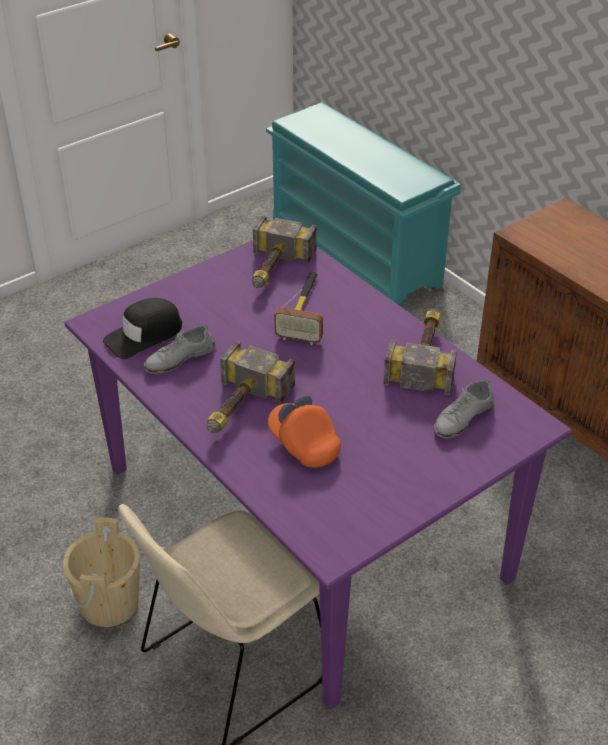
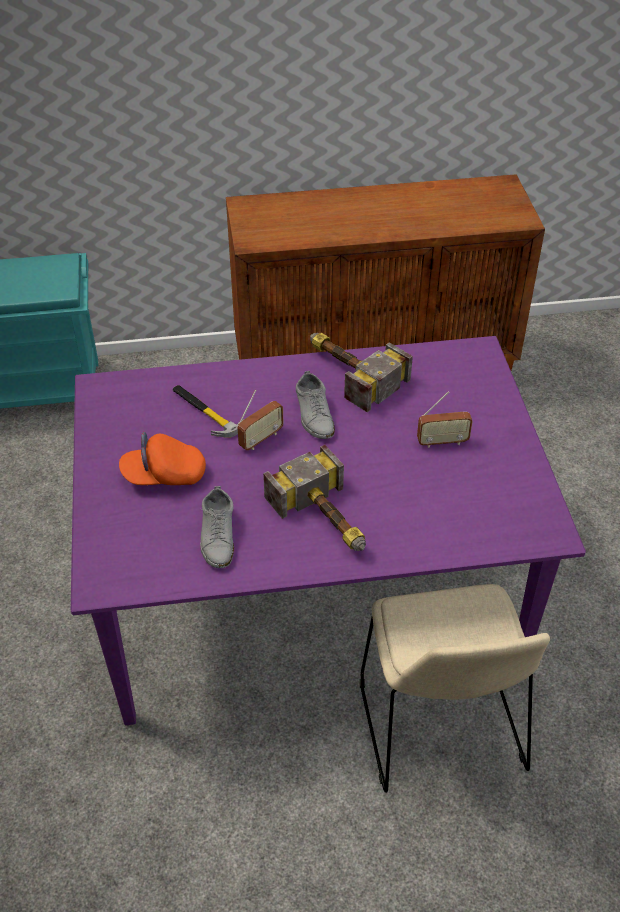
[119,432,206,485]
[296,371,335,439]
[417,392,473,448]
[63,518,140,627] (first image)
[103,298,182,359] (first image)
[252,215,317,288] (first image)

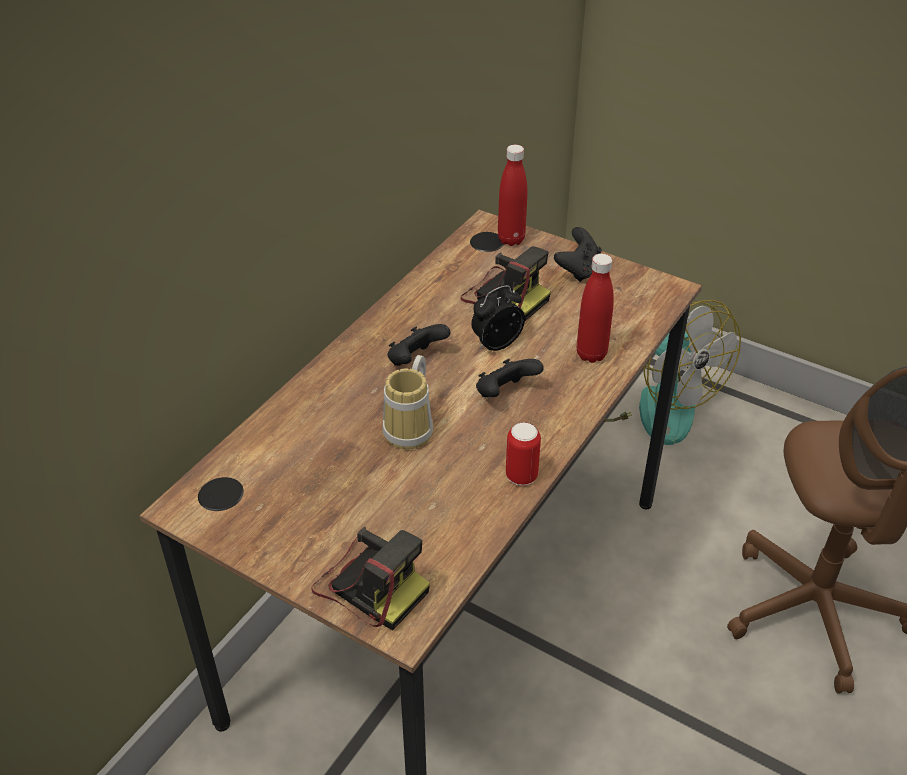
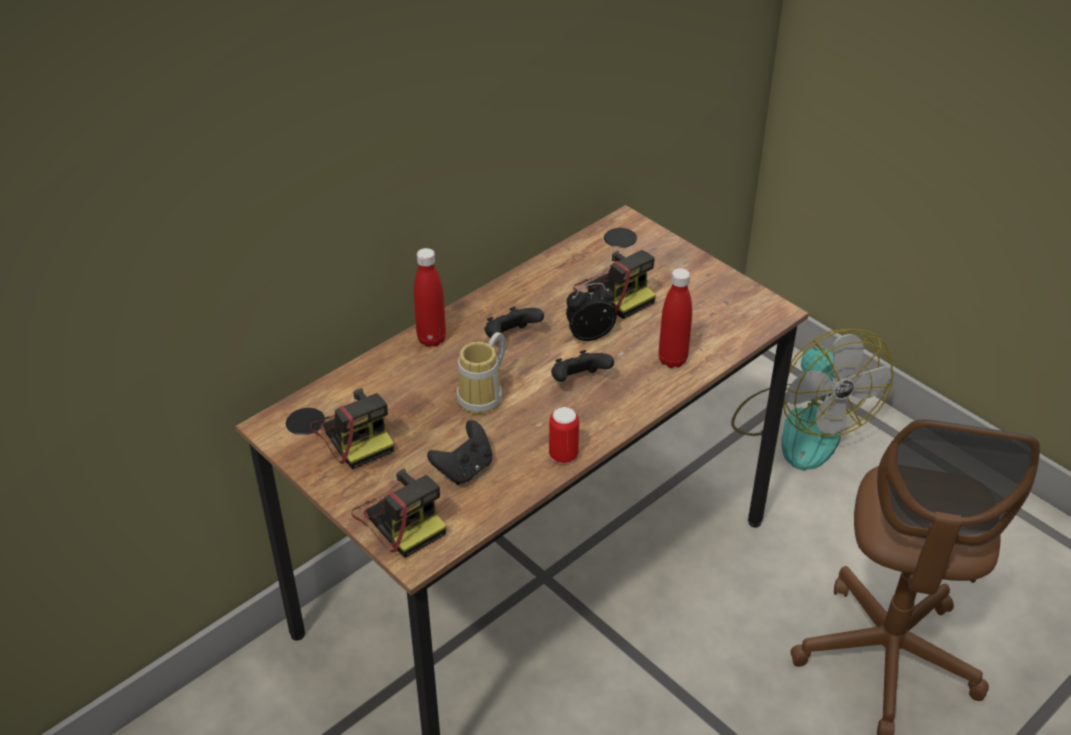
[310,388,394,470]
[414,248,446,347]
[427,420,493,485]

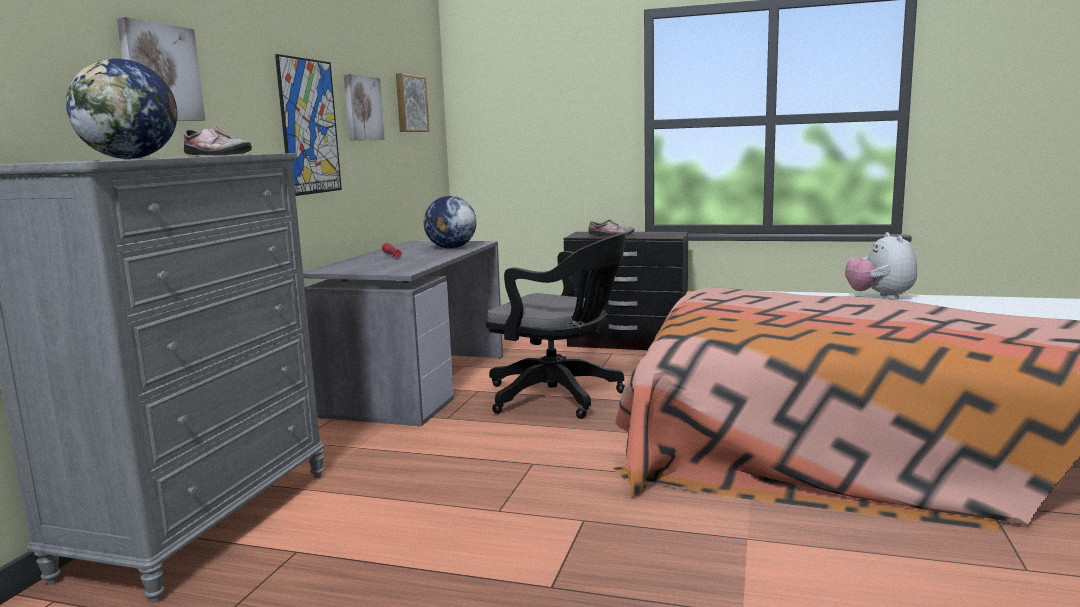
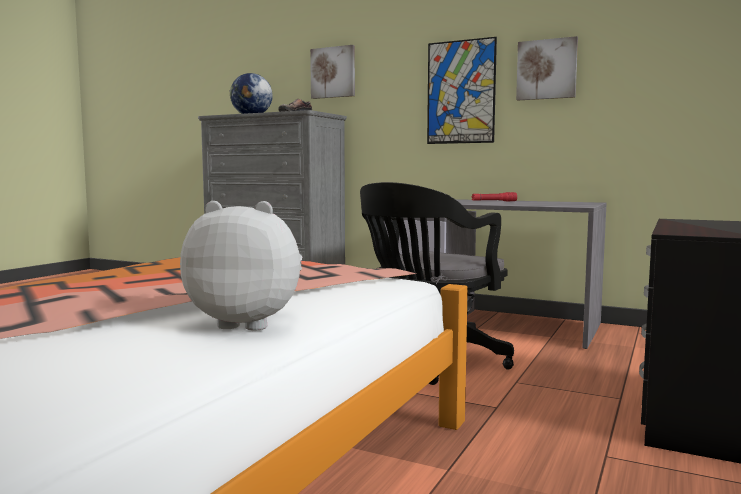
[396,73,430,132] (first image)
[423,196,476,249] (first image)
[588,220,634,236] (first image)

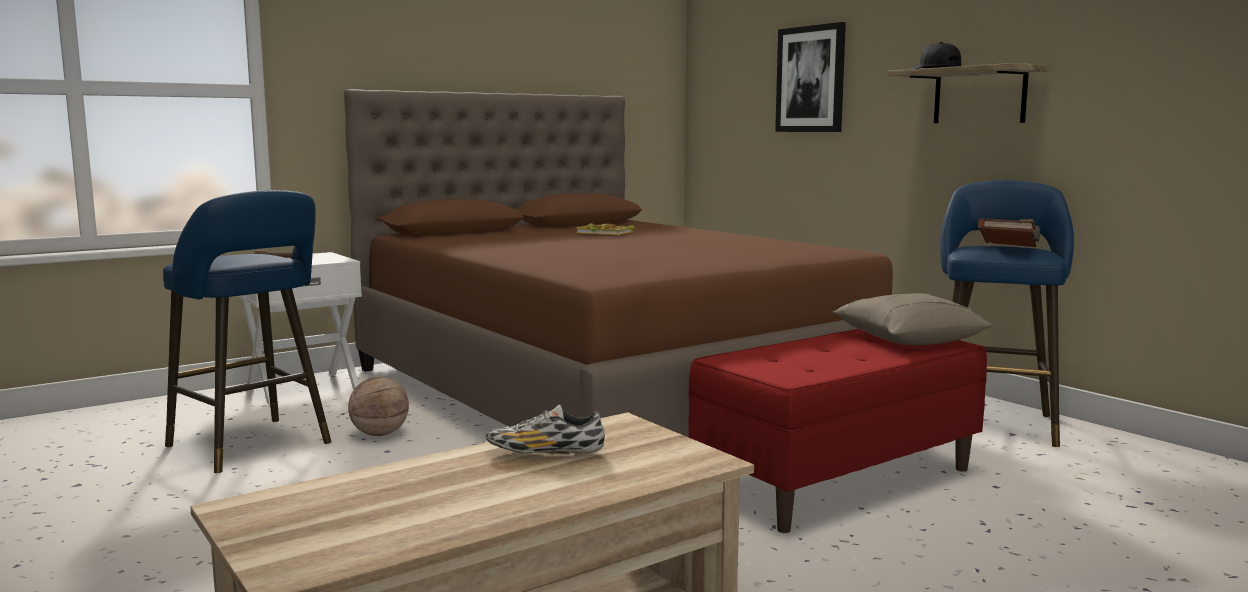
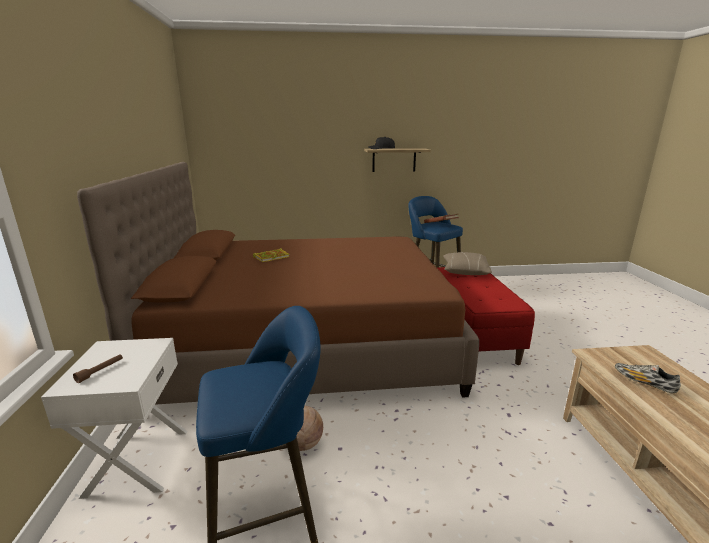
[615,363,681,393]
[775,22,846,132] (first image)

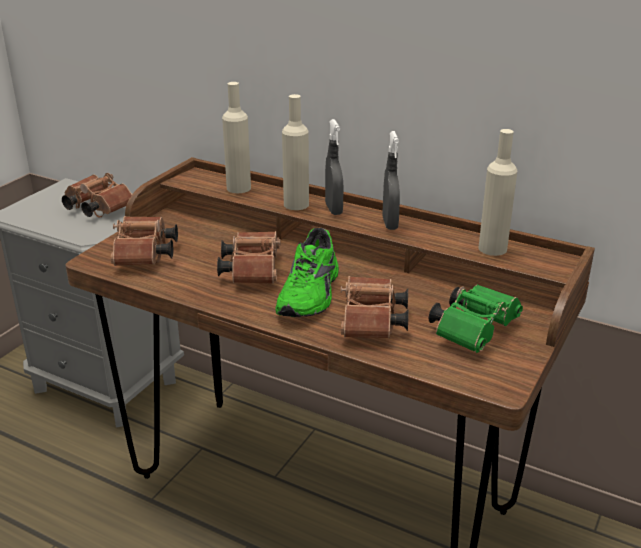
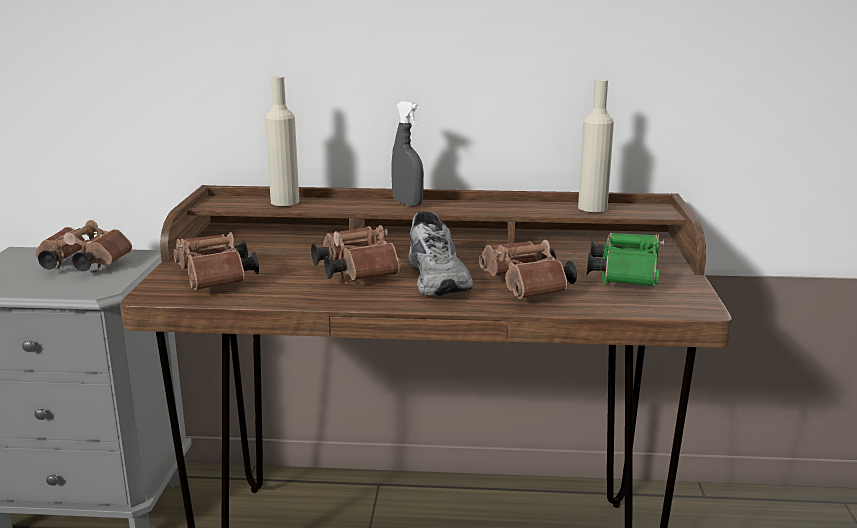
[409,212,473,296]
[282,94,309,210] (first image)
[382,131,400,230] (first image)

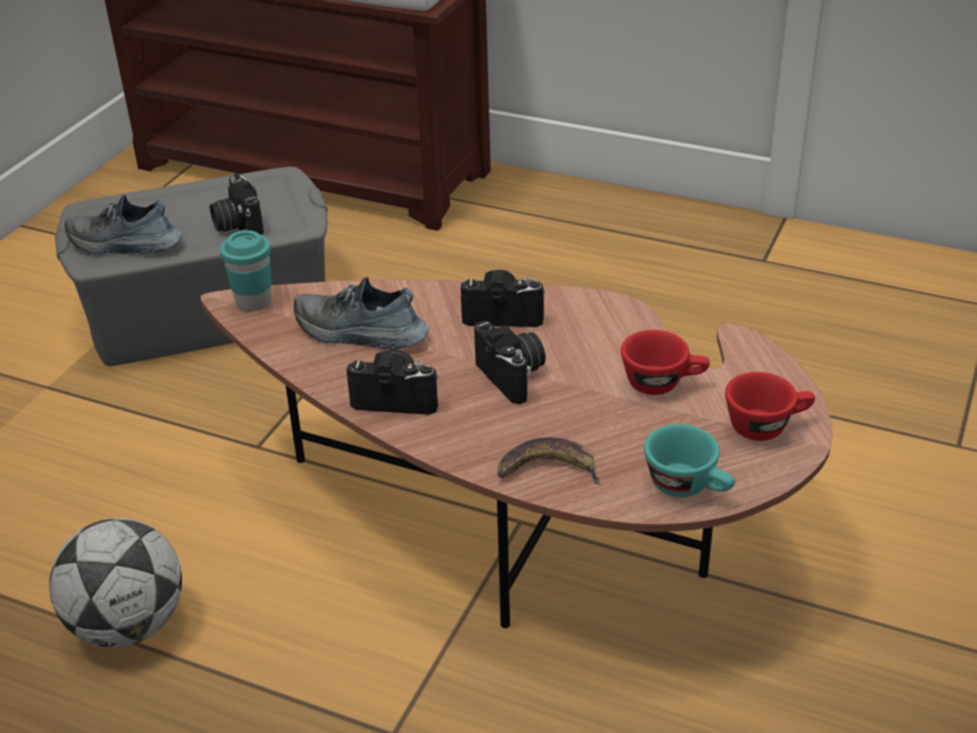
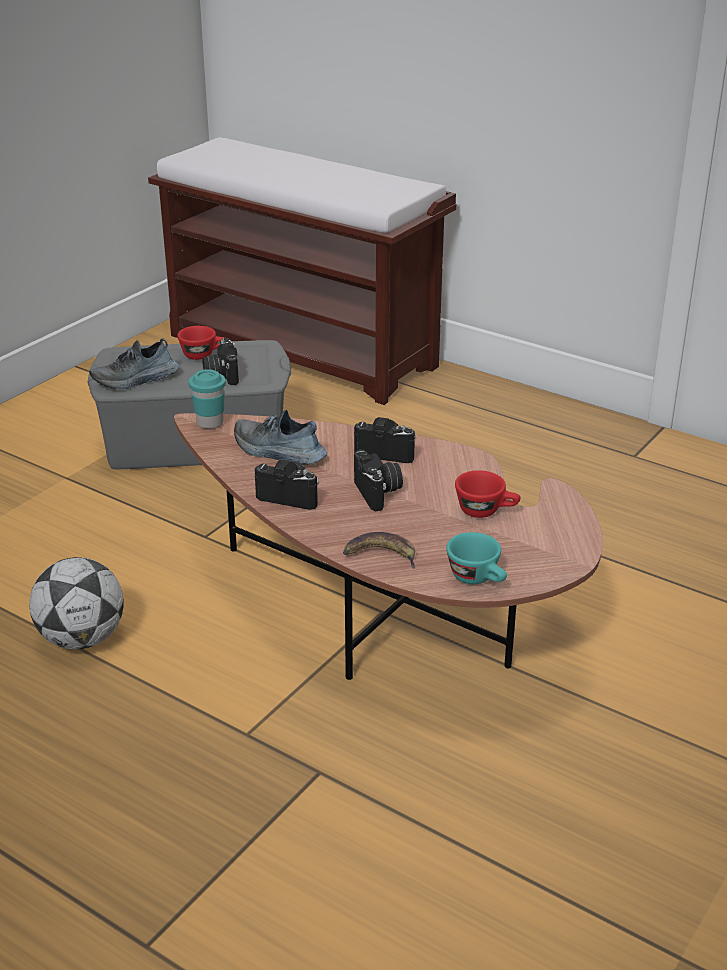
[90,338,179,389]
[177,326,225,360]

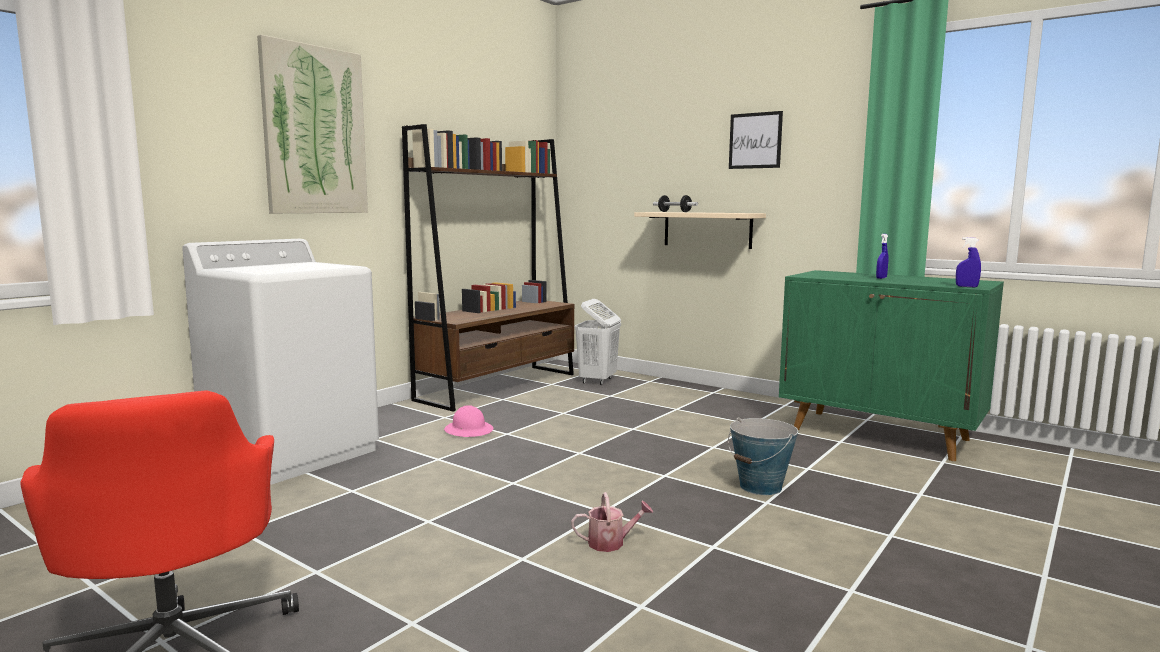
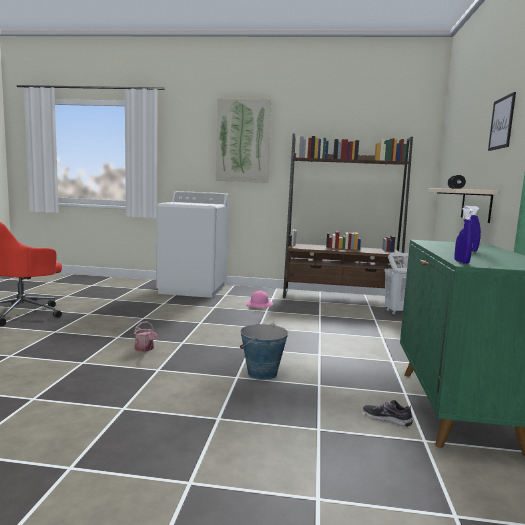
[363,400,413,427]

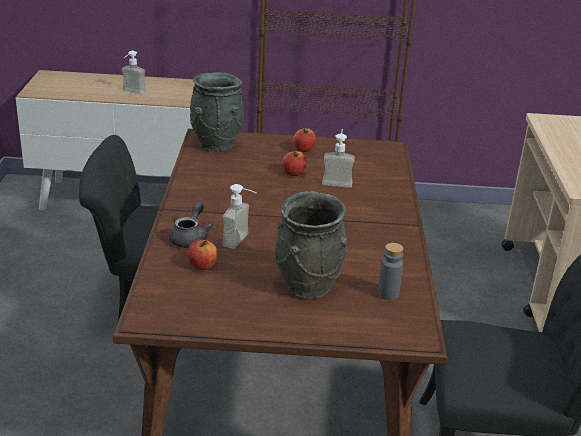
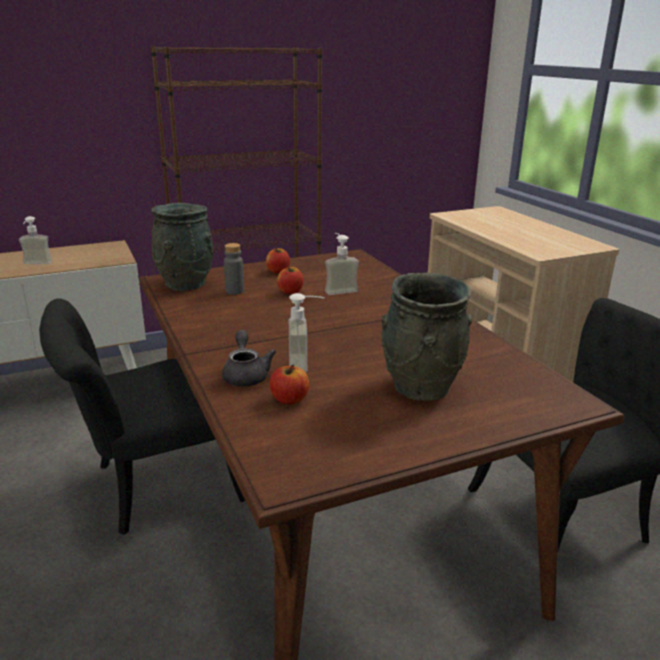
[224,243,244,295]

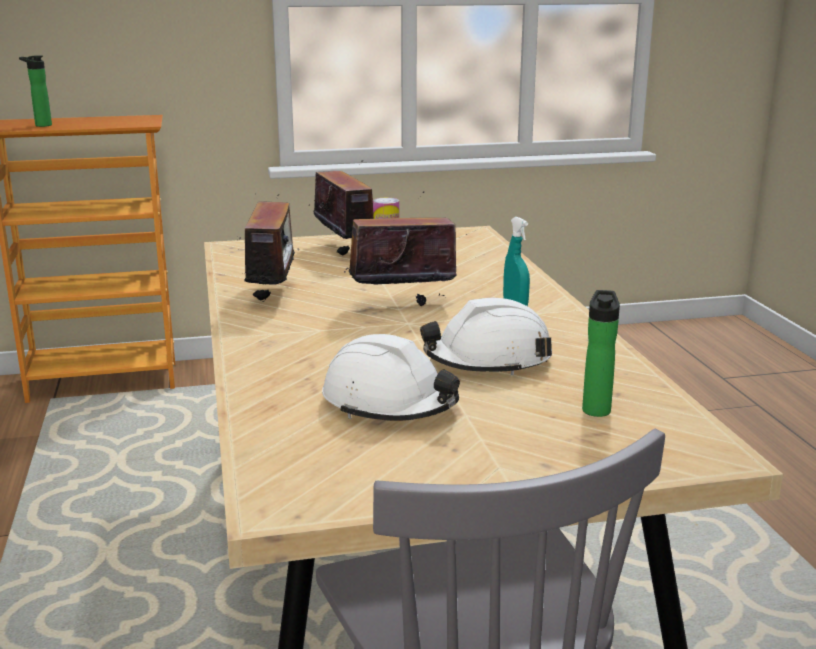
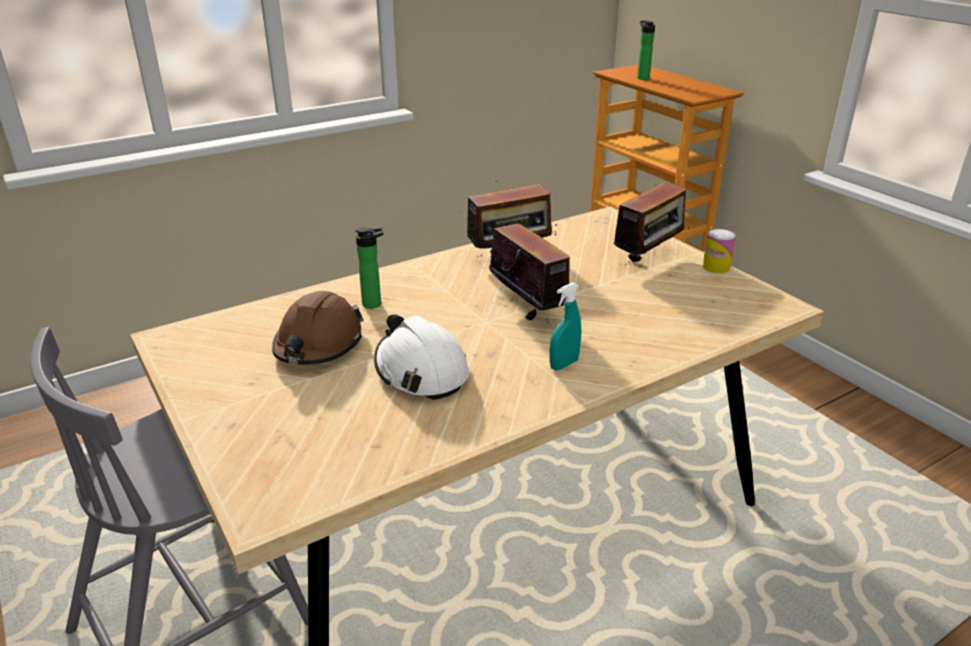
[272,291,364,365]
[355,228,384,309]

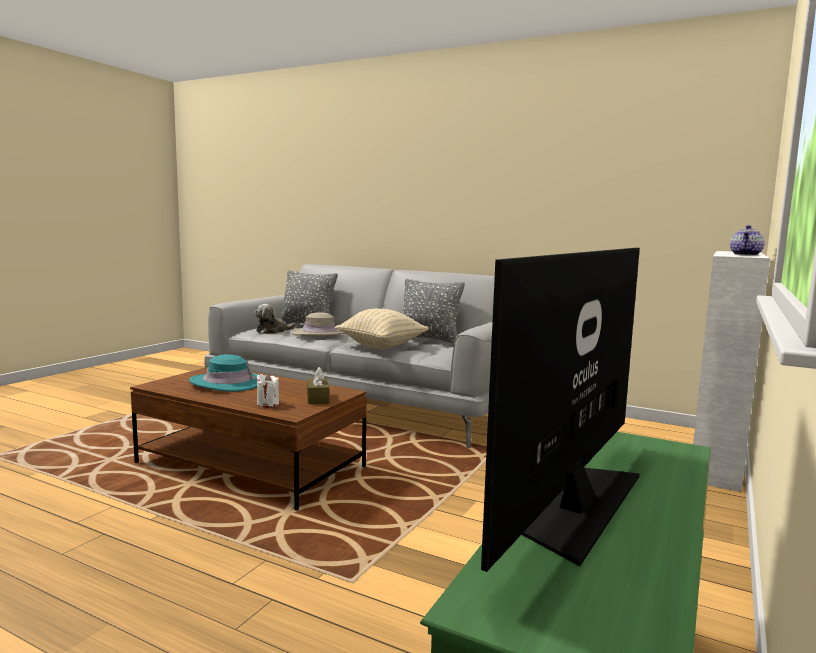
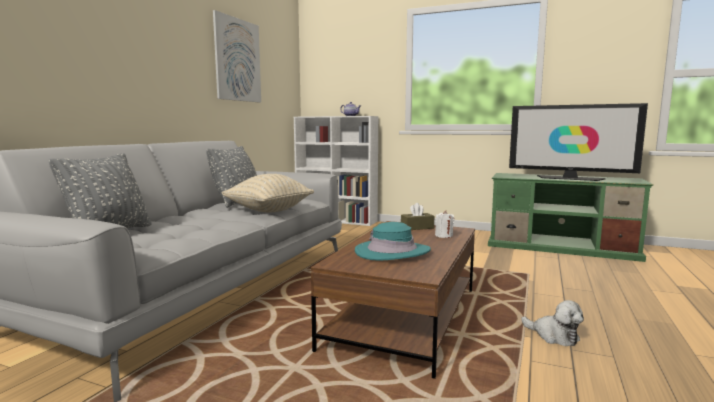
[213,10,261,103]
[521,300,584,346]
[292,312,345,335] (first image)

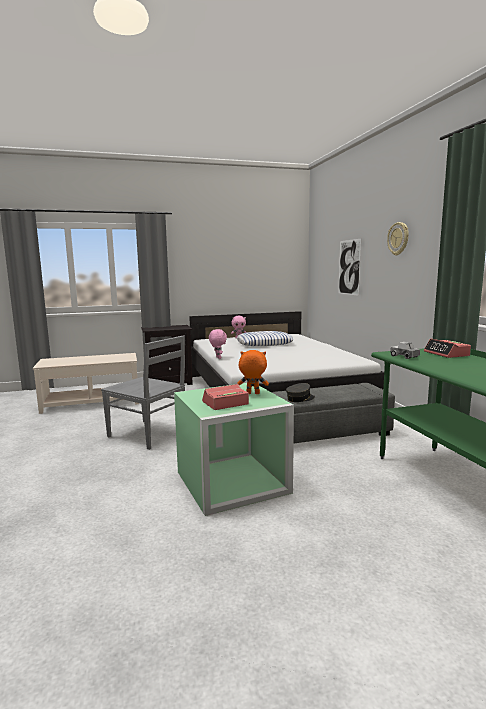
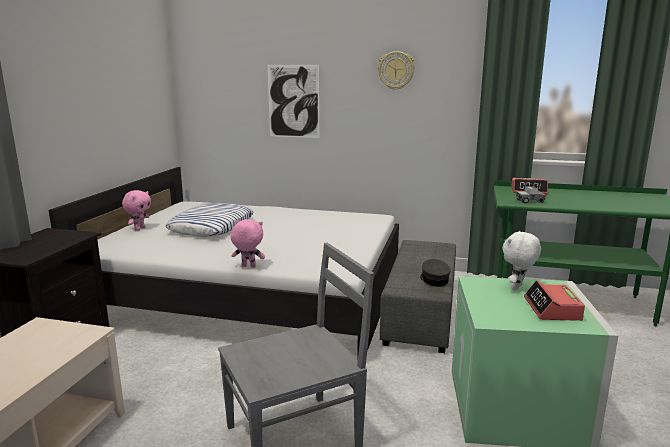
[503,231,541,291]

